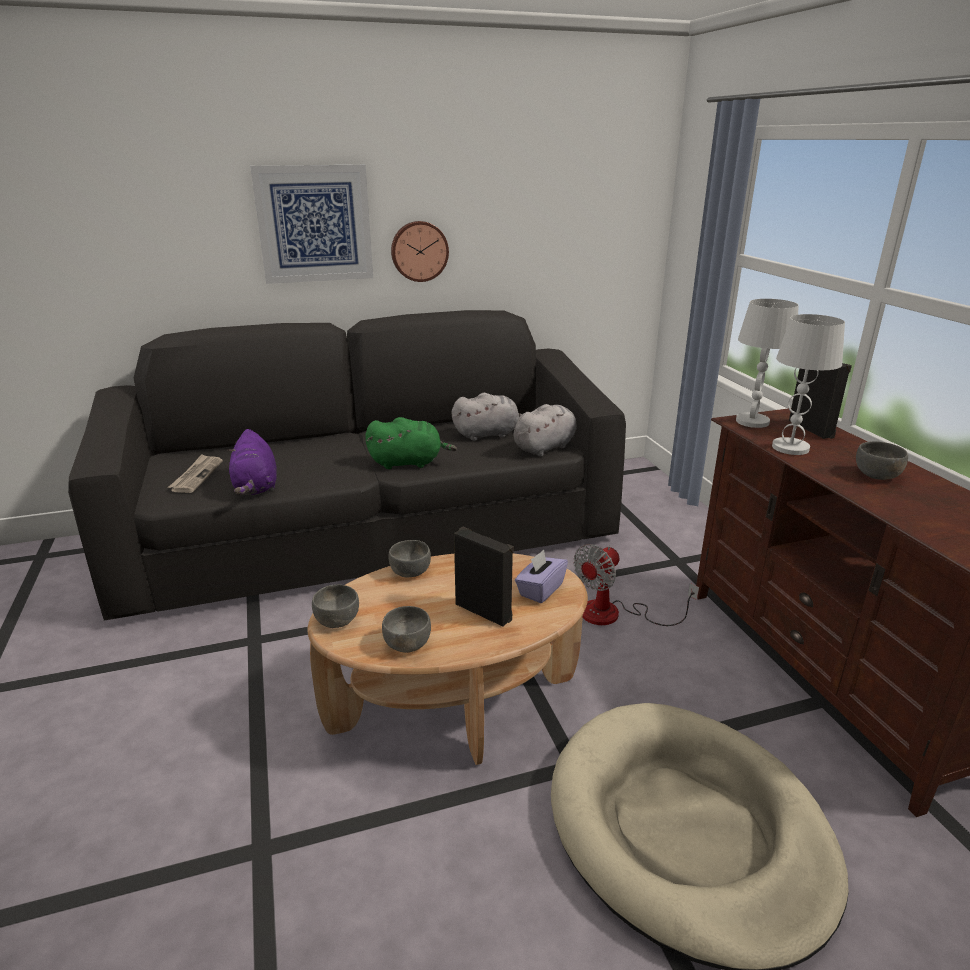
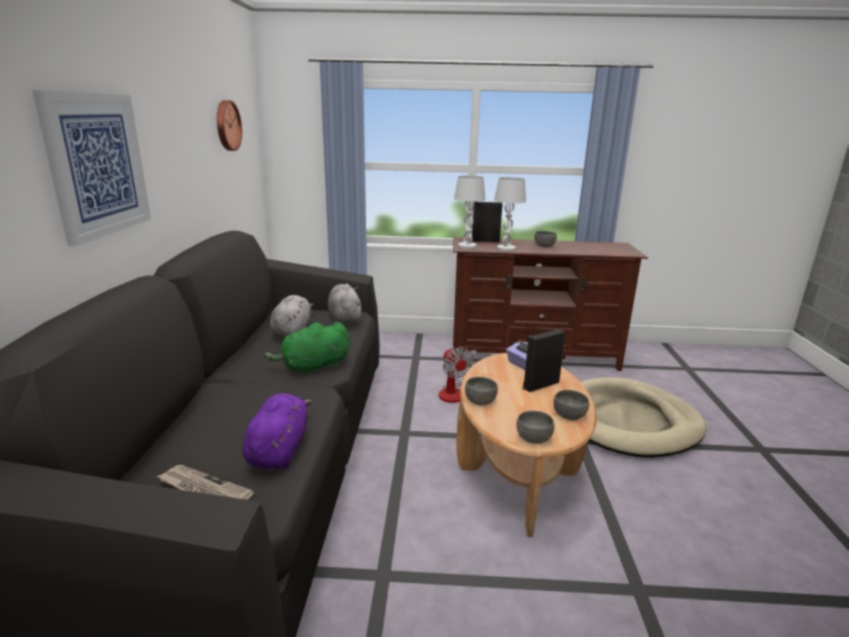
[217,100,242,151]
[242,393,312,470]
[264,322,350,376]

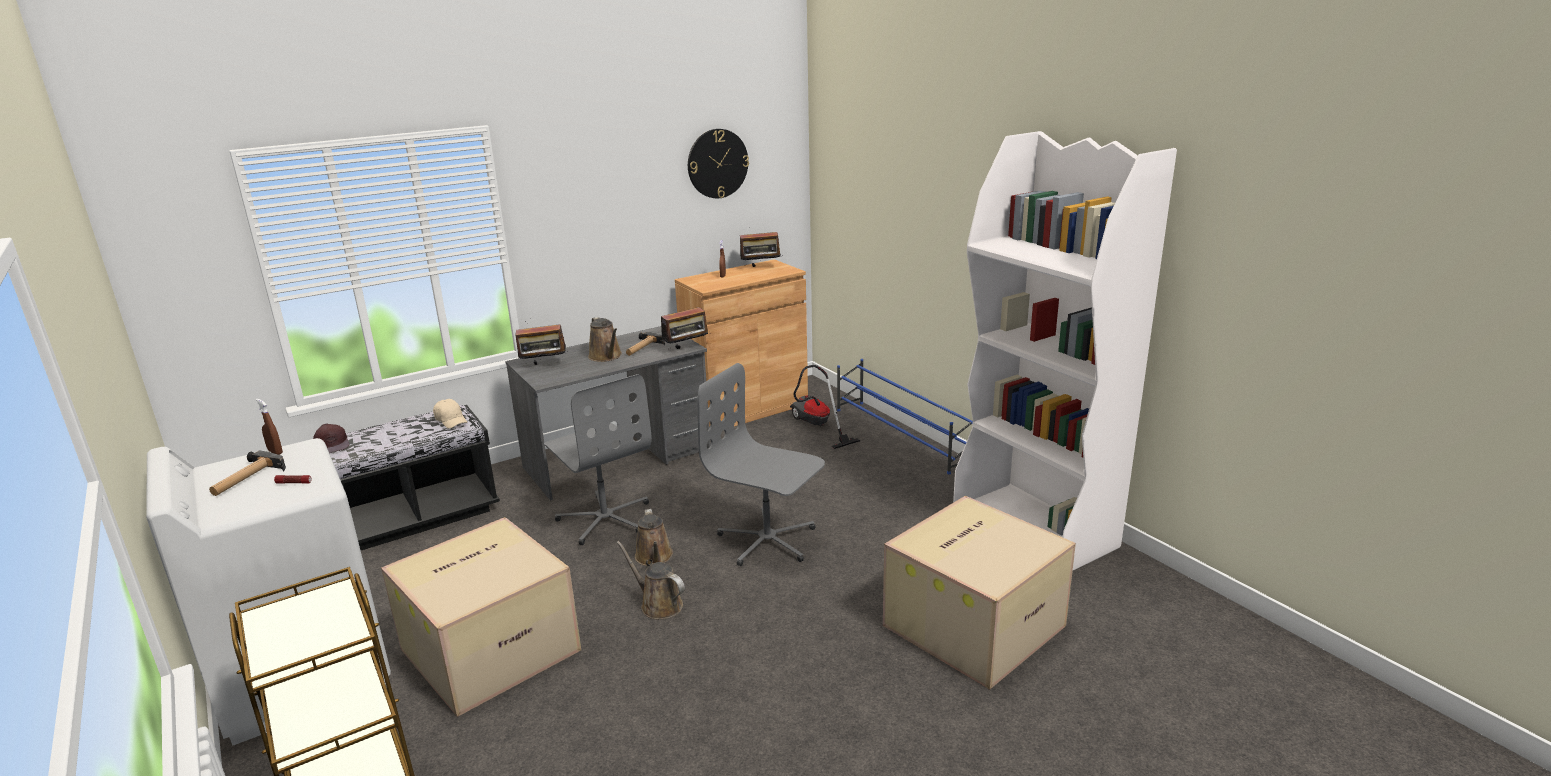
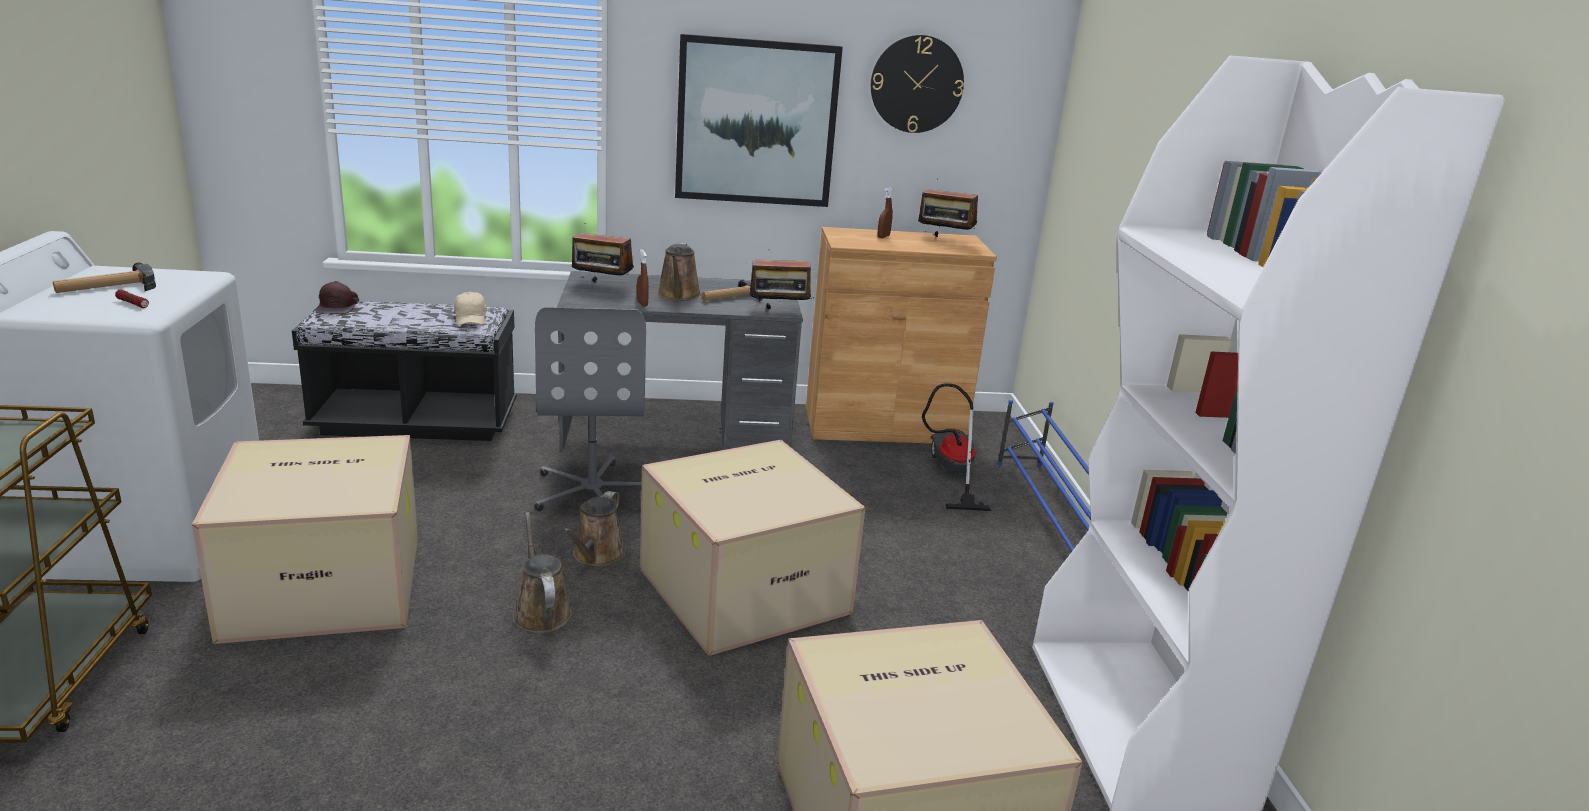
[637,249,649,307]
[640,440,866,656]
[675,34,843,207]

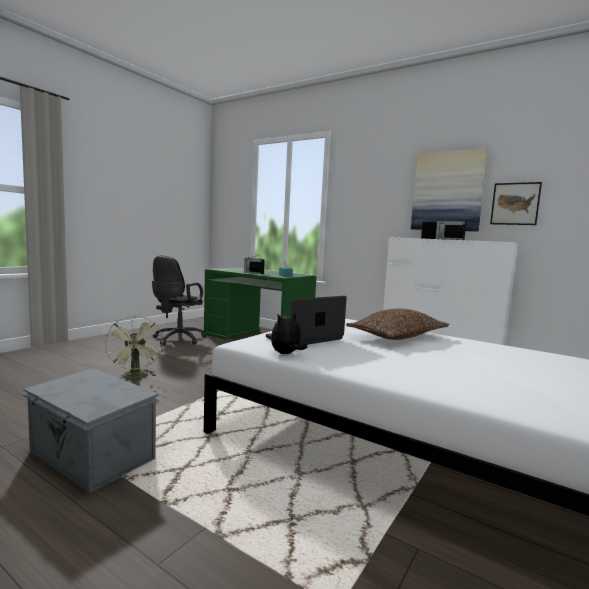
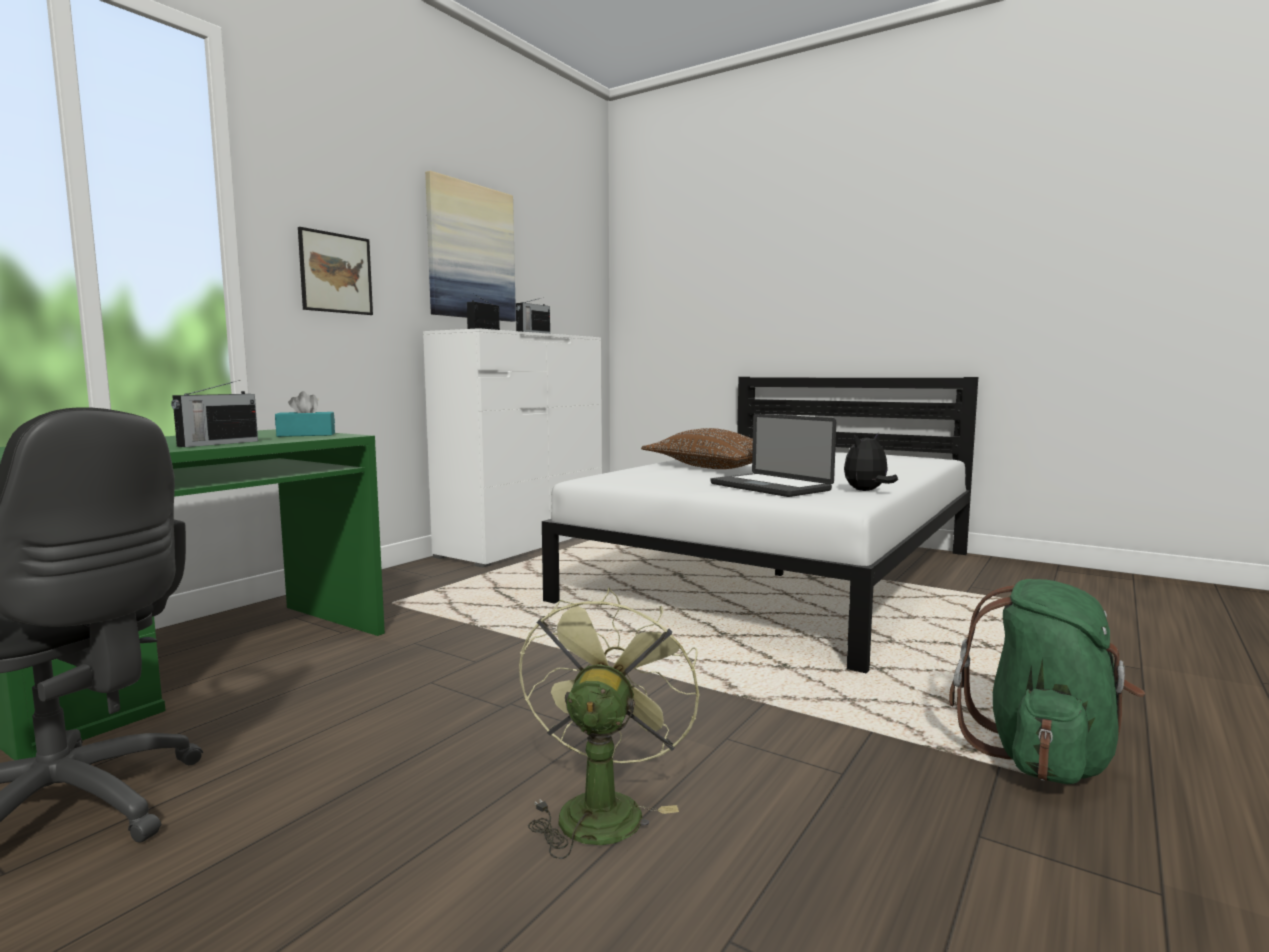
[298,227,373,315]
[519,587,699,859]
[844,433,898,491]
[949,579,1145,784]

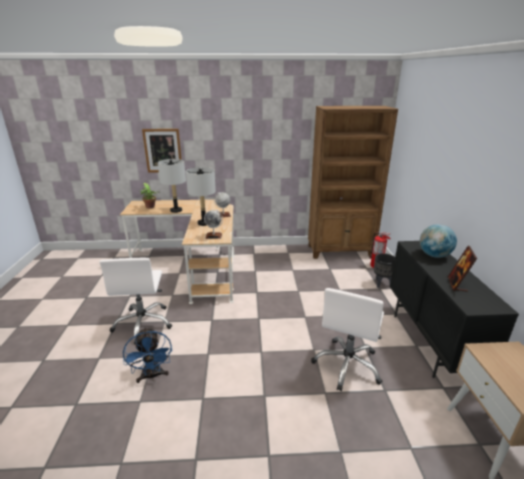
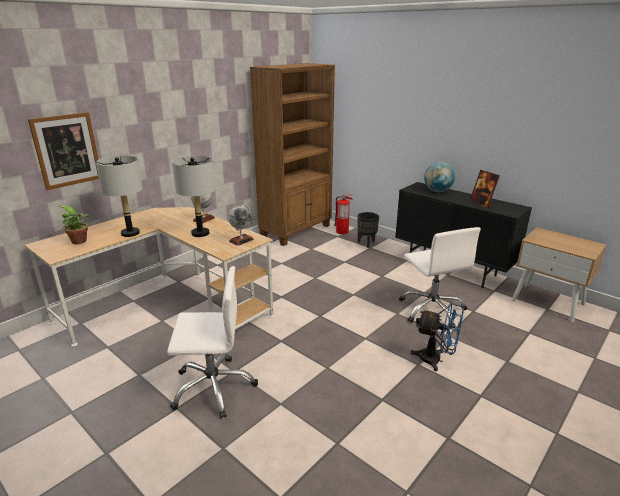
[167,266,258,419]
[410,302,464,372]

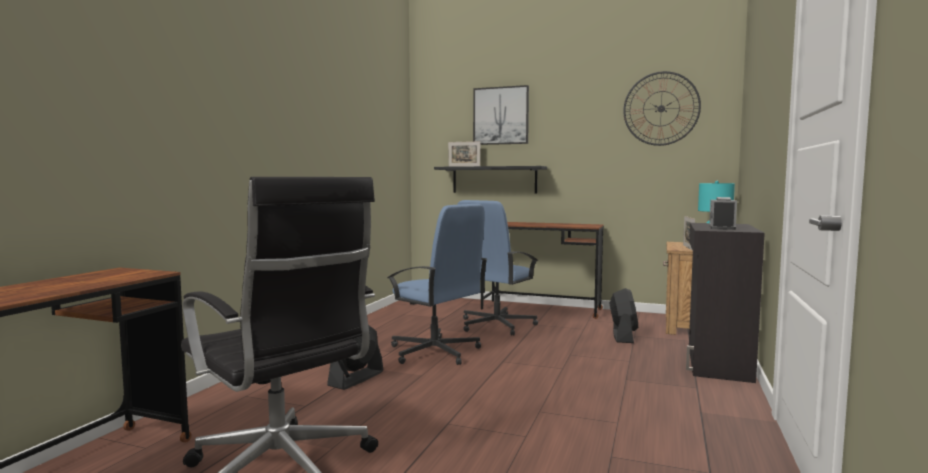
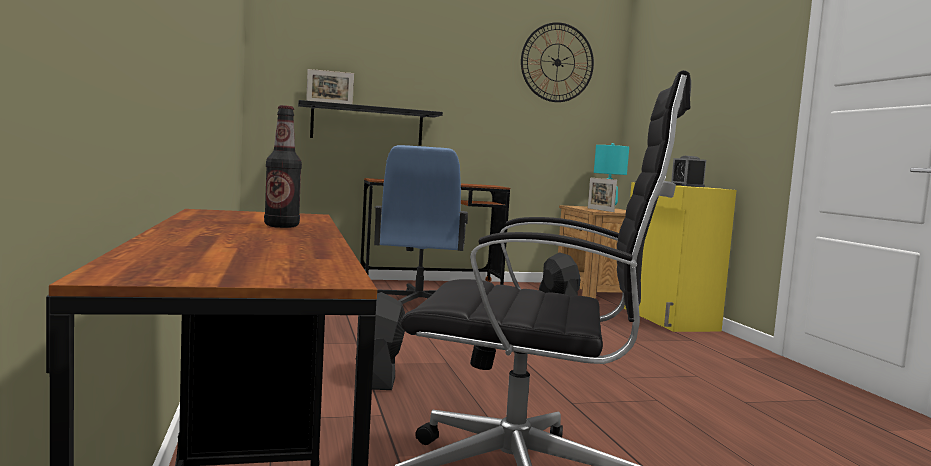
[264,105,302,228]
[624,182,736,332]
[387,204,487,365] (first image)
[473,85,529,145] (first image)

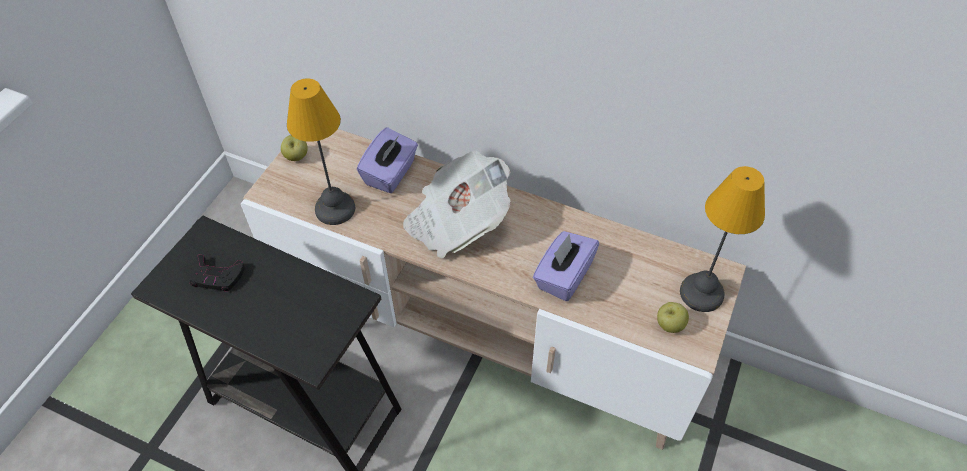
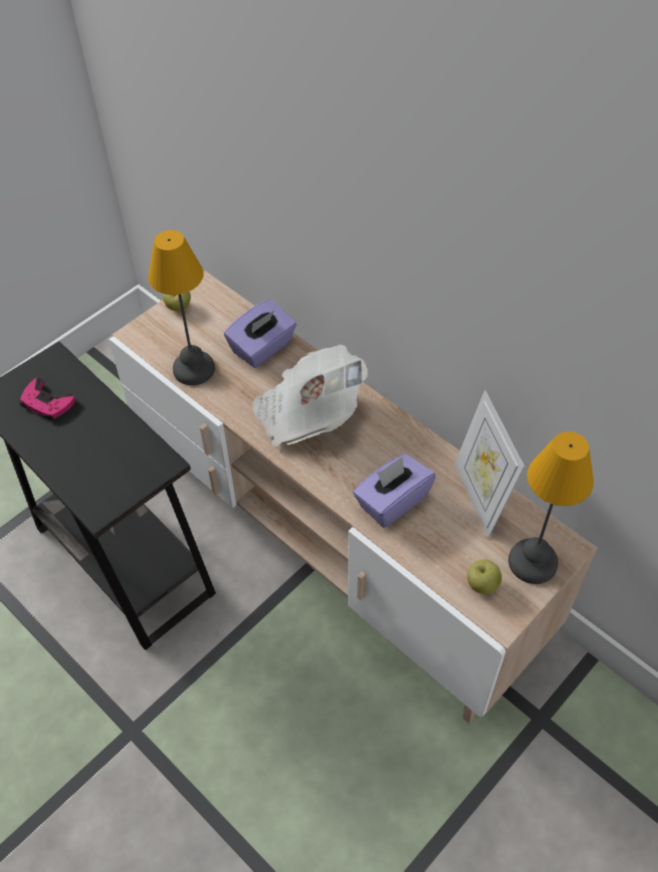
[20,378,76,420]
[454,390,525,538]

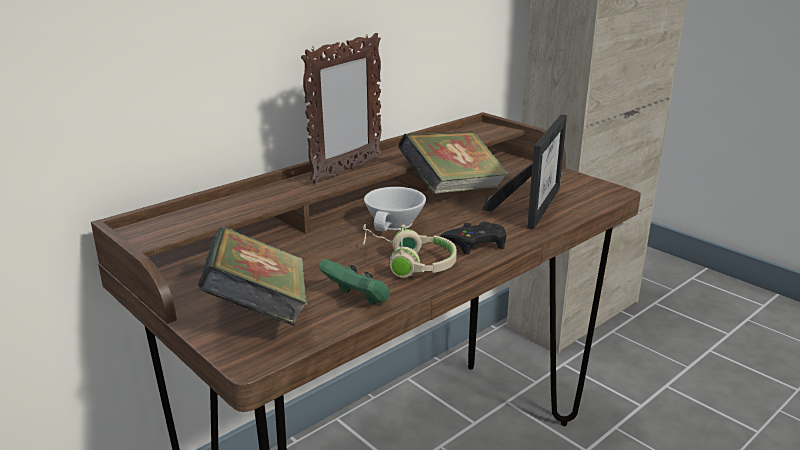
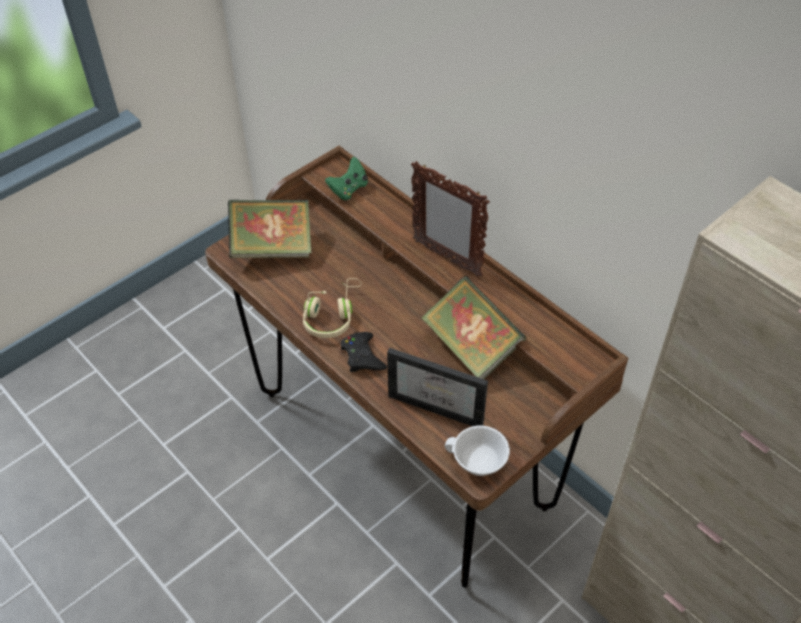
[325,157,368,200]
[445,425,510,476]

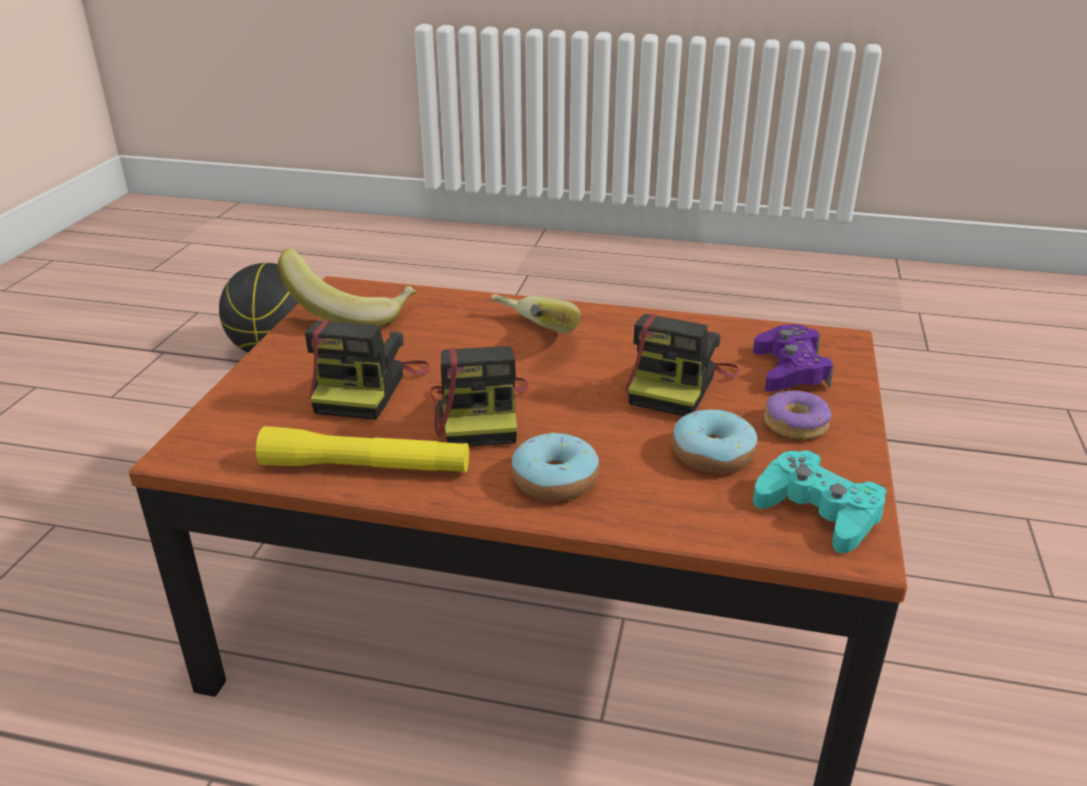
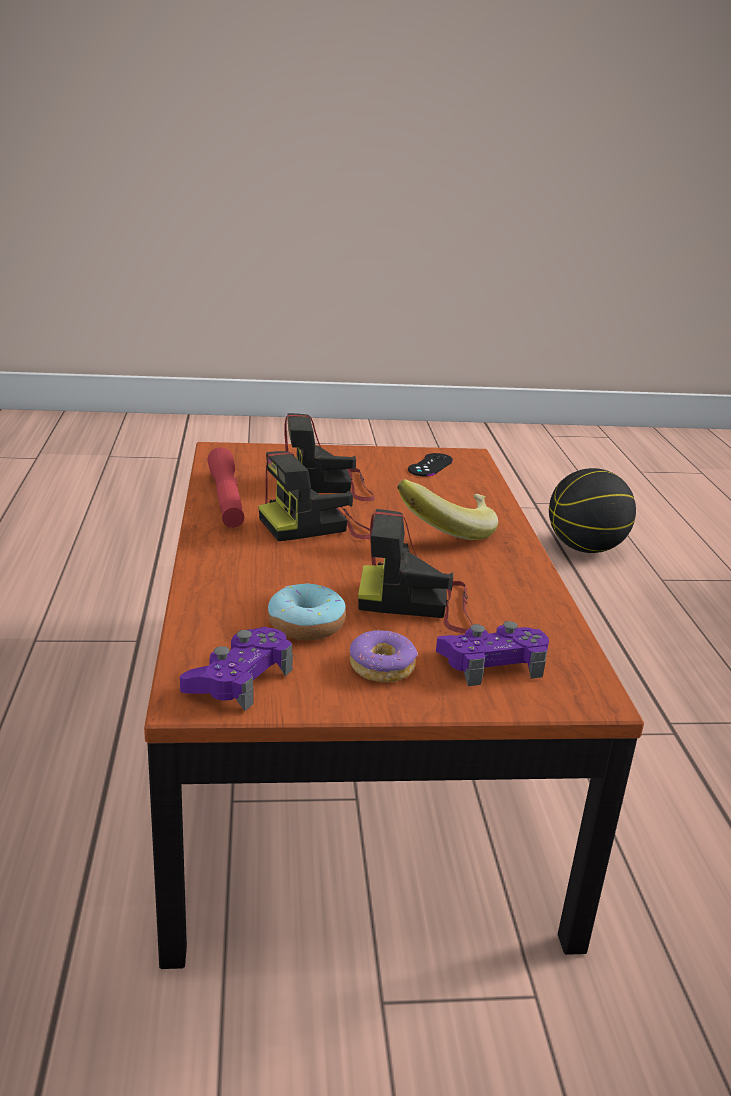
[180,627,293,711]
[207,447,244,528]
[408,453,453,476]
[511,432,599,501] (first image)

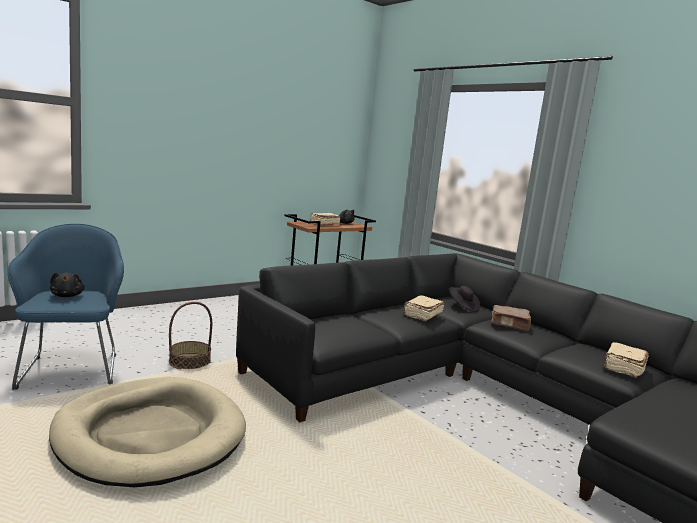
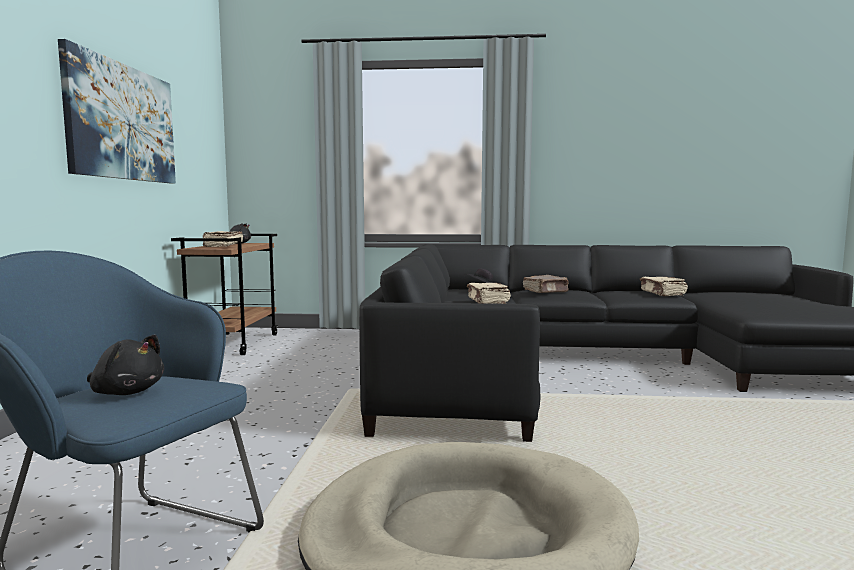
[58,39,176,183]
[169,302,212,369] (first image)

